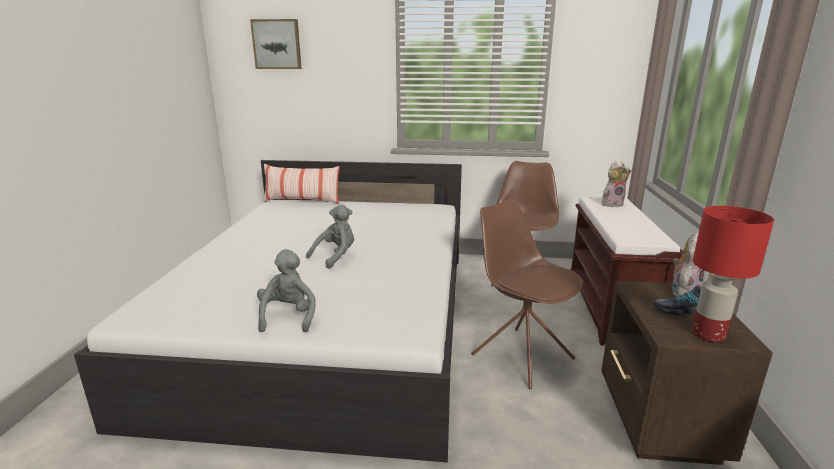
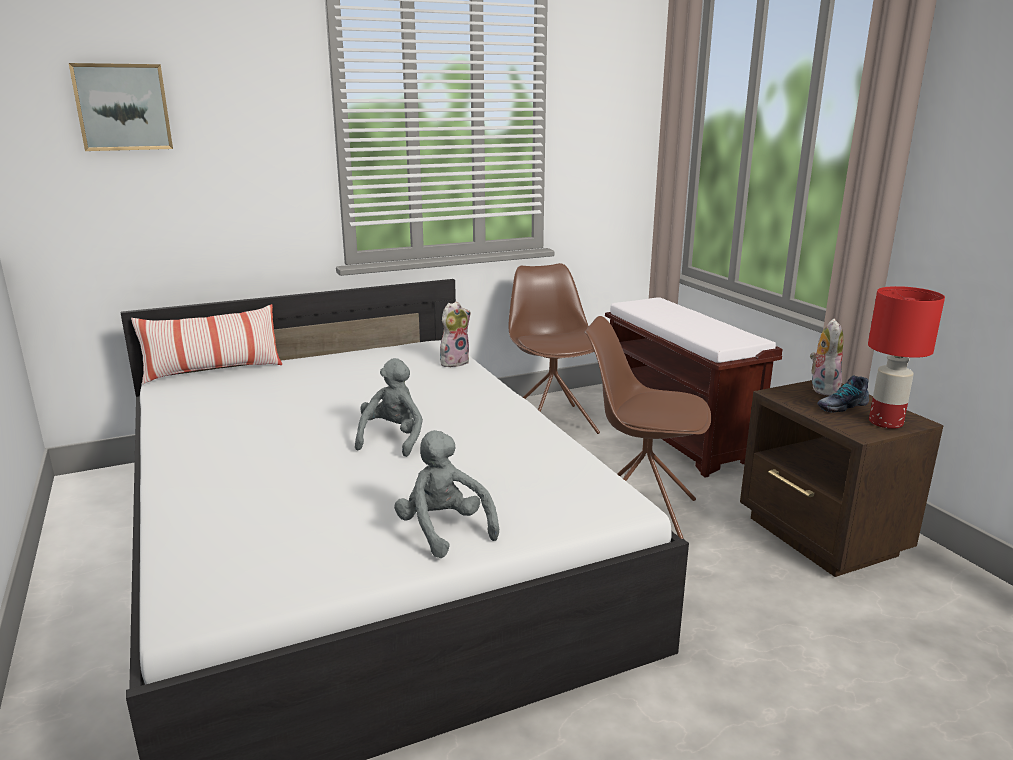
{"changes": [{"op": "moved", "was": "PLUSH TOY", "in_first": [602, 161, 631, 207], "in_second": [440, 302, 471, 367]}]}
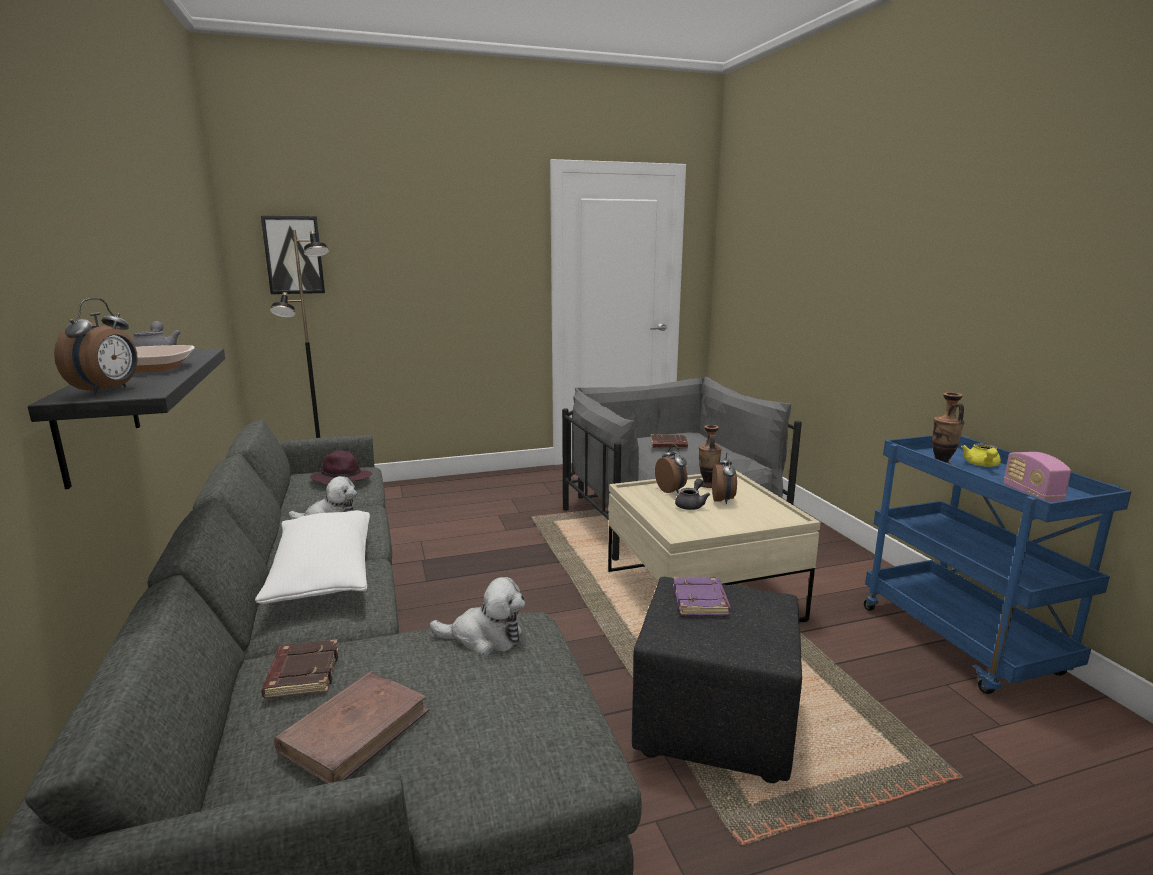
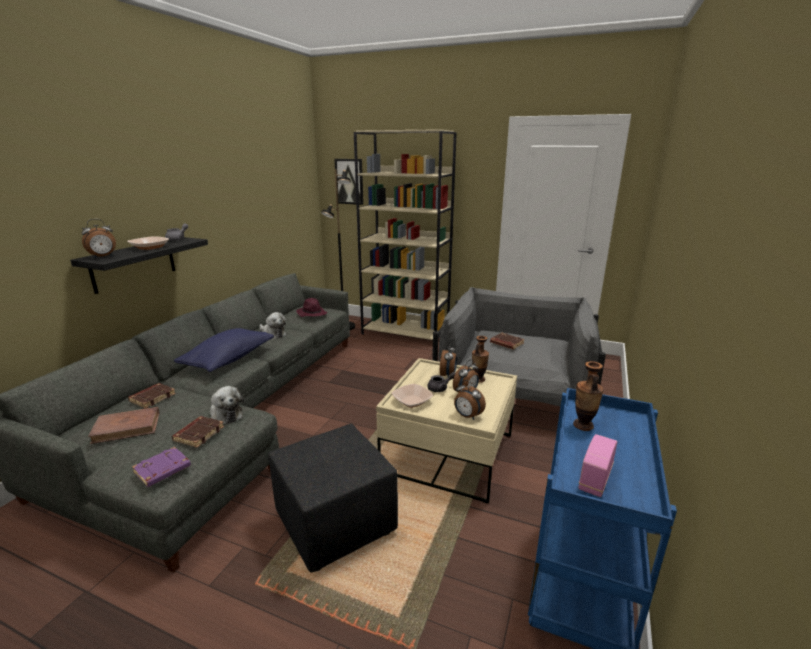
{"changes": [{"op": "recoloured", "was": "WHITE-COLOURED THROW PILLOW", "now": "BLUE THROW PILLOW", "in_first": [255, 510, 370, 604], "in_second": [174, 328, 274, 372]}, {"op": "moved", "was": "PURPLE BOOK", "in_first": [673, 577, 731, 615], "in_second": [132, 447, 191, 487]}, {"op": "removed", "was": "YELLOW-COLOURED POT FOR TEA", "in_first": [961, 443, 1001, 467]}, {"op": "added", "now": "BROWNISH BOOK", "in_second": [172, 416, 224, 448]}, {"op": "added", "now": "SAND-COLOURED BOOKCASE", "in_second": [354, 129, 457, 340]}, {"op": "added", "now": "DEEP DISH", "in_second": [392, 384, 433, 408]}, {"op": "added", "now": "BEDSIDE CLOCK", "in_second": [454, 380, 486, 420]}]}
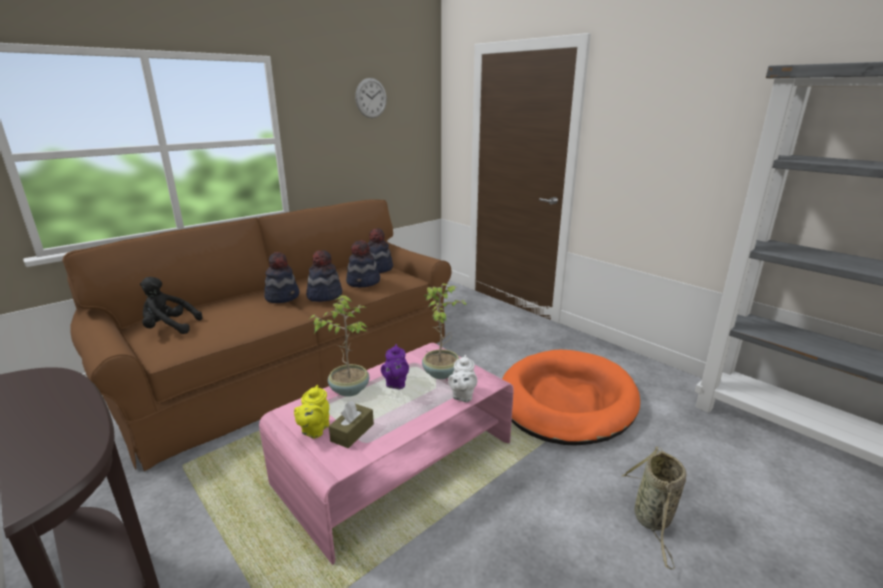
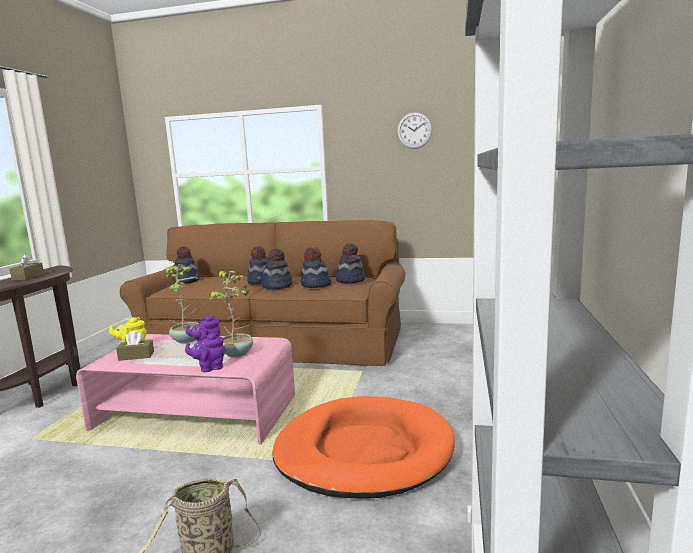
{"changes": [{"op": "replaced", "was": "BLACK-COLOURED PLUSH TOY", "now": "HAT", "in_first": [140, 277, 202, 334], "in_second": [173, 246, 200, 284]}, {"op": "recoloured", "was": "WHITE-COLOURED POT FOR TEA", "now": "PURPLE POT FOR TEA", "in_first": [448, 355, 477, 402], "in_second": [185, 333, 225, 372]}, {"op": "added", "now": "BROWNISH TISSUE BOX", "in_second": [10, 254, 44, 281]}]}
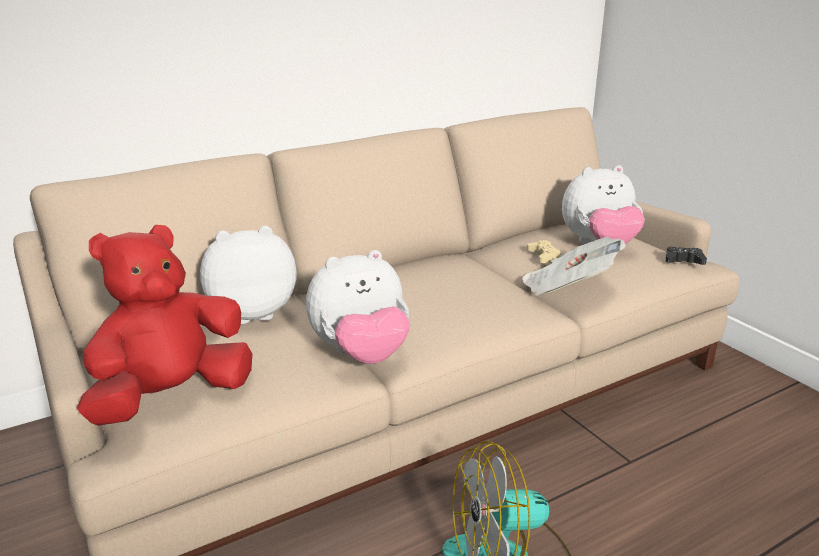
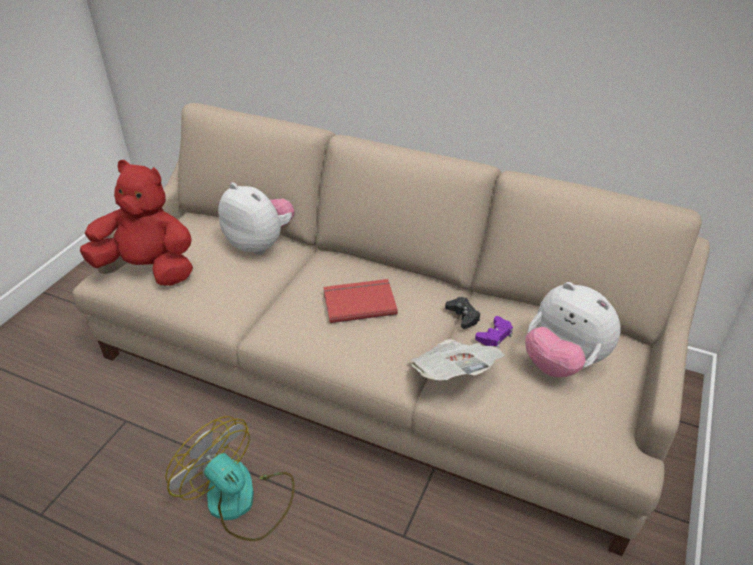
{"changes": [{"op": "removed", "was": "PLUSH TOY", "in_first": [306, 250, 410, 364]}, {"op": "recoloured", "was": "SAND-COLOURED GAMEPAD", "now": "PURPLE GAMEPAD", "in_first": [527, 240, 560, 263], "in_second": [475, 316, 513, 348]}, {"op": "moved", "was": "BLACK-COLOURED GAMEPAD", "in_first": [666, 246, 707, 265], "in_second": [445, 297, 480, 329]}, {"op": "added", "now": "RED BOOK", "in_second": [323, 279, 398, 323]}]}
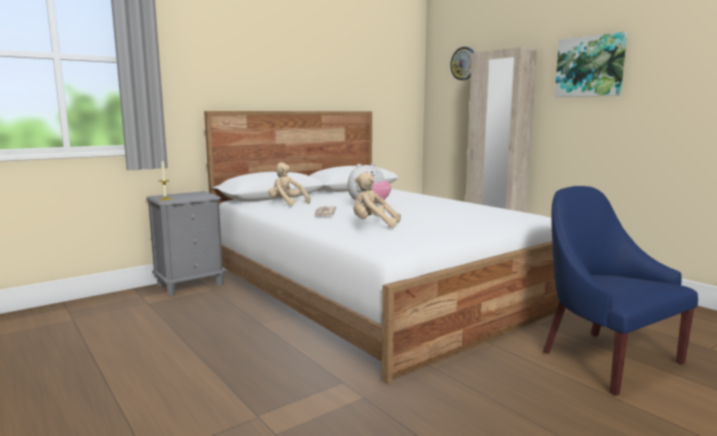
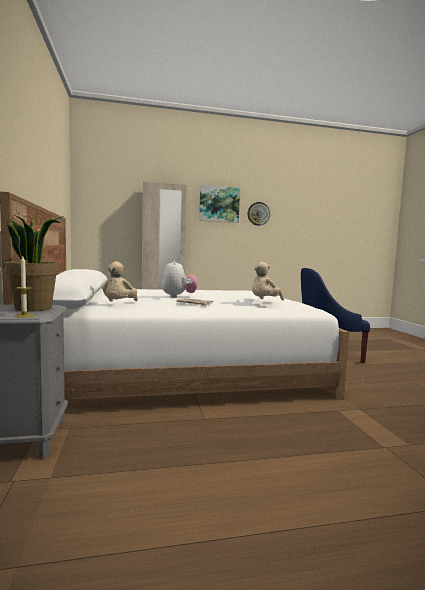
{"changes": [{"op": "turned", "was": "SAND-COLOURED PLUSH TOY", "in_first": [268, 162, 310, 206], "in_second": [102, 261, 138, 302], "clockwise": -60}, {"op": "moved", "was": "WALL CLOCK", "in_first": [450, 47, 474, 80], "in_second": [248, 202, 270, 226]}, {"op": "added", "now": "POTTED PLANT", "in_second": [5, 212, 64, 311]}]}
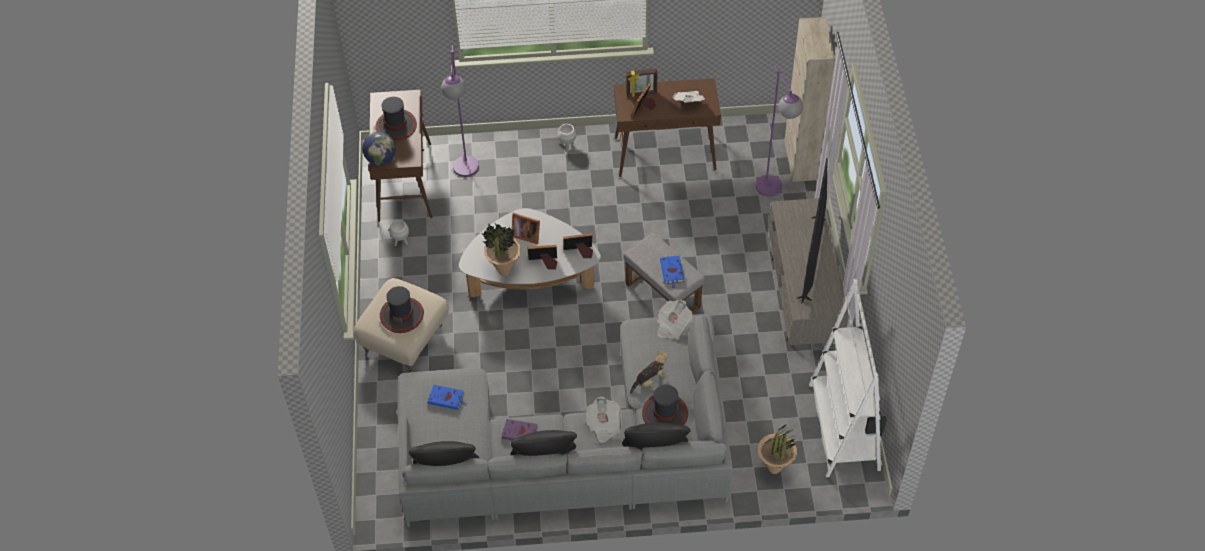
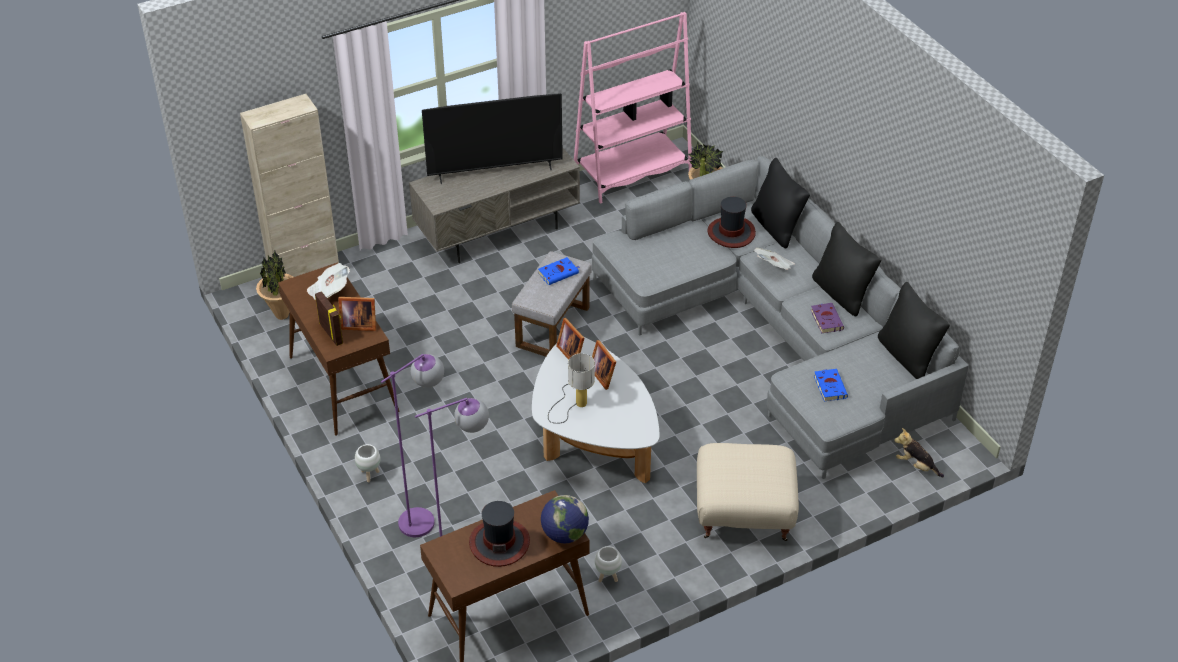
{"changes": [{"op": "removed", "was": "HAT", "in_first": [380, 286, 424, 333]}, {"op": "moved", "was": "POTTED PLANT", "in_first": [482, 224, 521, 276], "in_second": [256, 251, 293, 320]}, {"op": "replaced", "was": "PICTURE FRAME", "now": "LAMP FOR A TABLE", "in_first": [512, 213, 540, 244], "in_second": [548, 353, 595, 424]}, {"op": "moved", "was": "PLUSH TOY", "in_first": [630, 351, 668, 394], "in_second": [894, 428, 944, 477]}, {"op": "removed", "was": "DAILY PAPER", "in_first": [657, 300, 693, 340]}, {"op": "moved", "was": "PURPLE FLOOR LAMP", "in_first": [756, 65, 803, 197], "in_second": [381, 354, 444, 537]}, {"op": "recoloured", "was": "WHITE-COLOURED BOOKCASE", "now": "PINKISH BOOKCASE", "in_first": [809, 279, 887, 477], "in_second": [574, 12, 692, 204]}]}
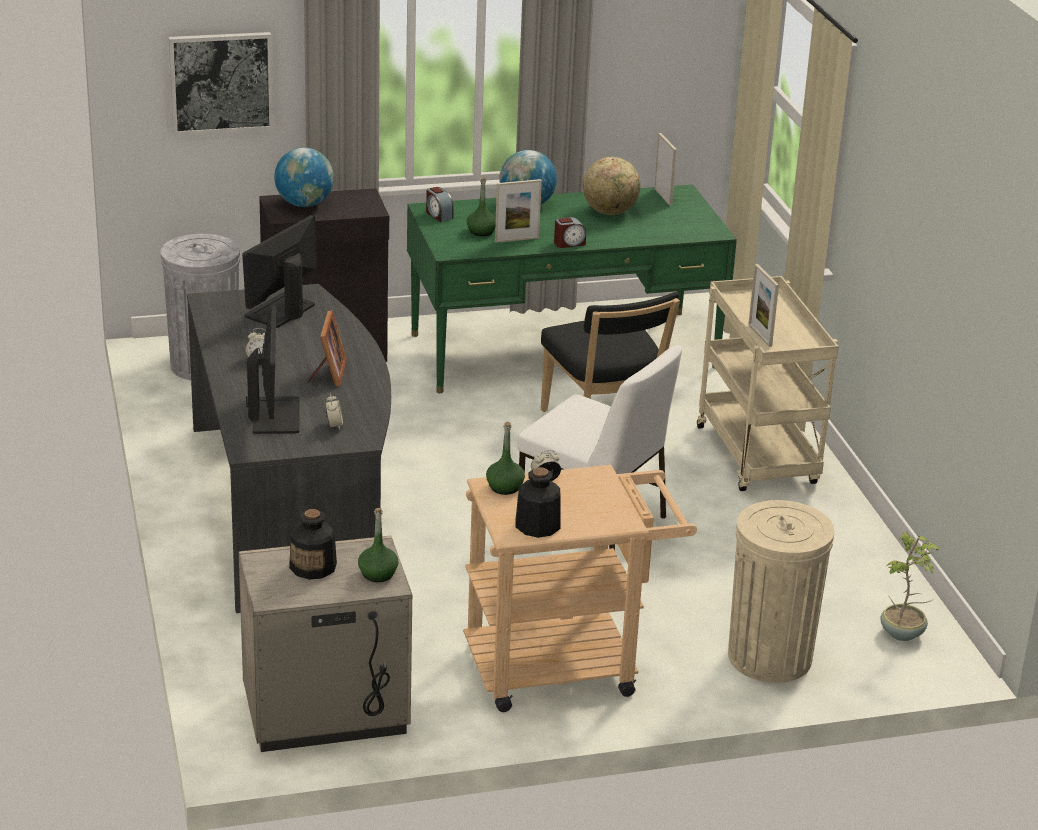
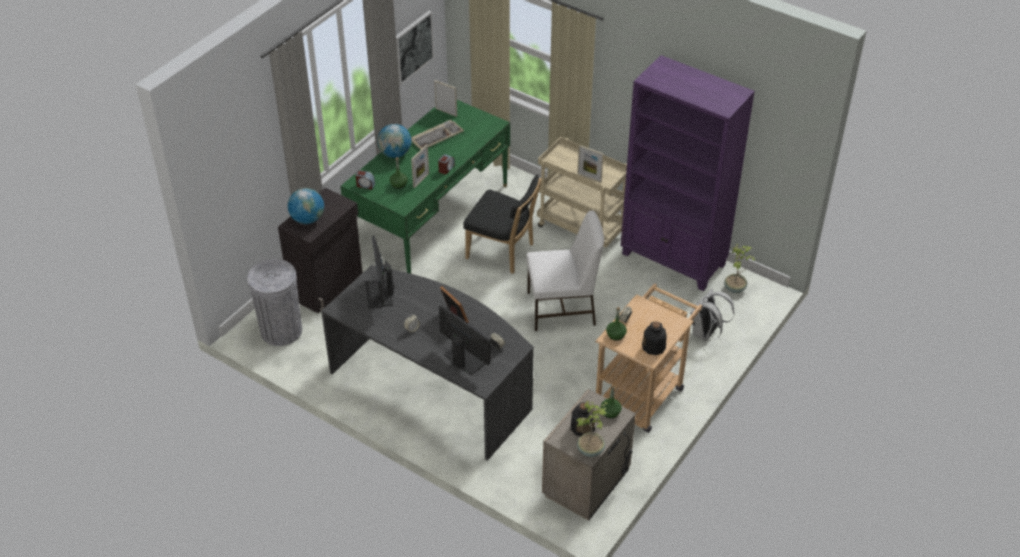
{"changes": [{"op": "moved", "was": "WALL PICTURE", "in_first": [169, 32, 273, 135], "in_second": [396, 11, 434, 85]}, {"op": "replaced", "was": "WORLD GLOBE", "now": "KEYBOARD", "in_first": [583, 157, 641, 215], "in_second": [411, 120, 464, 150]}, {"op": "replaced", "was": "SAND-COLOURED RUBBISH BIN", "now": "WHITE-COLOURED RUCKSACK", "in_first": [728, 500, 835, 683], "in_second": [690, 289, 735, 341]}, {"op": "added", "now": "POTTED PLANT", "in_second": [576, 401, 608, 457]}, {"op": "added", "now": "PURPLE BOOKCASE", "in_second": [621, 55, 755, 291]}]}
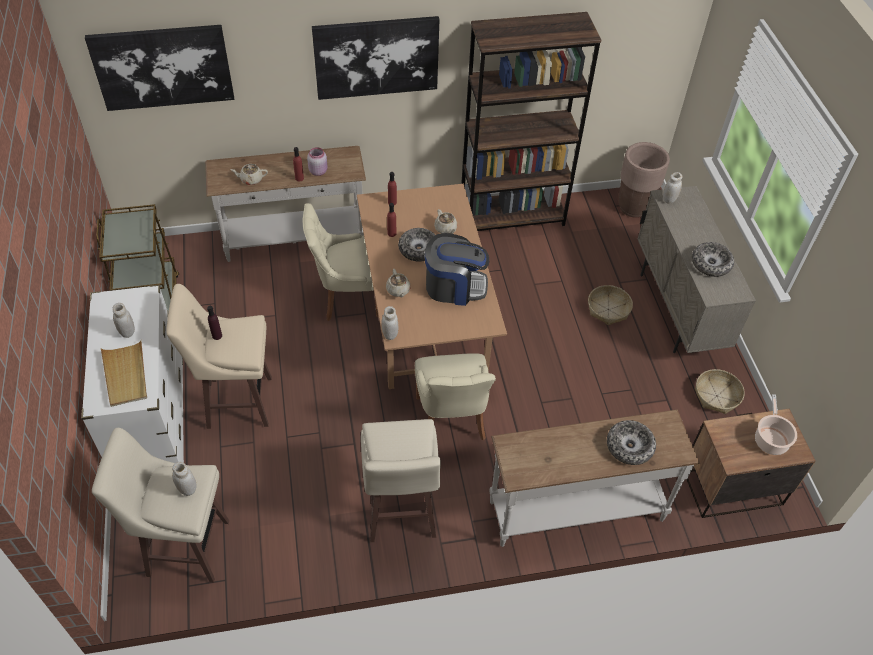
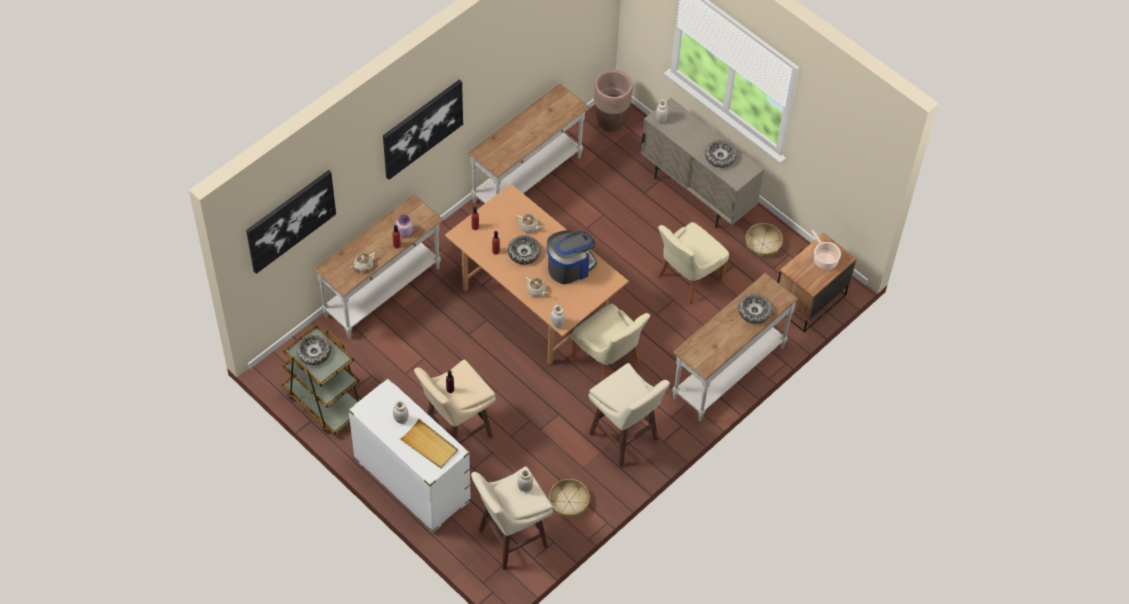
{"changes": [{"op": "moved", "was": "SAND-COLOURED PLAIN CHAIR", "in_first": [303, 203, 379, 321], "in_second": [658, 222, 729, 304]}, {"op": "replaced", "was": "BROWNISH BOOKCASE", "now": "WHITE-COLOURED NARROW TABLE", "in_first": [461, 12, 601, 231], "in_second": [468, 84, 590, 204]}, {"op": "moved", "was": "BASKET", "in_first": [588, 285, 633, 325], "in_second": [549, 479, 590, 517]}, {"op": "added", "now": "DEEP DISH", "in_second": [296, 334, 331, 365]}]}
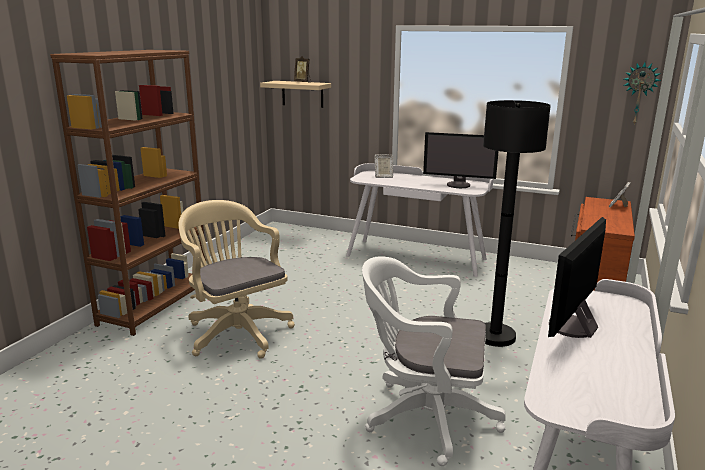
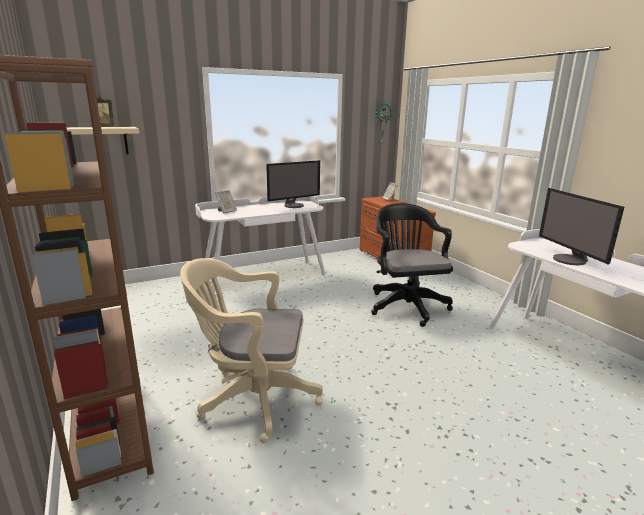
{"changes": [{"op": "removed", "was": "WHITE-COLOURED OFFICE CHAIR", "in_first": [362, 256, 506, 466]}, {"op": "replaced", "was": "BLACK-COLOURED FLOOR LAMP", "now": "BLACK-COLOURED OFFICE CHAIR", "in_first": [483, 100, 551, 347], "in_second": [371, 203, 453, 327]}]}
